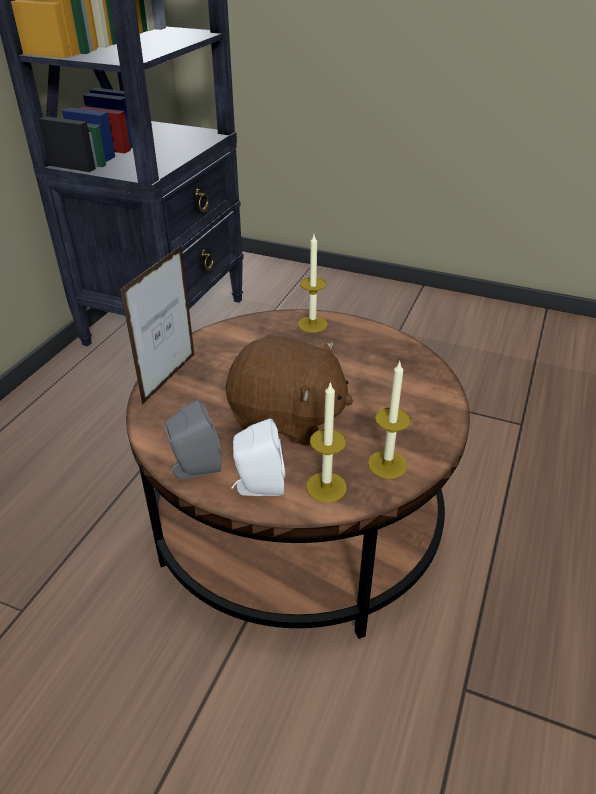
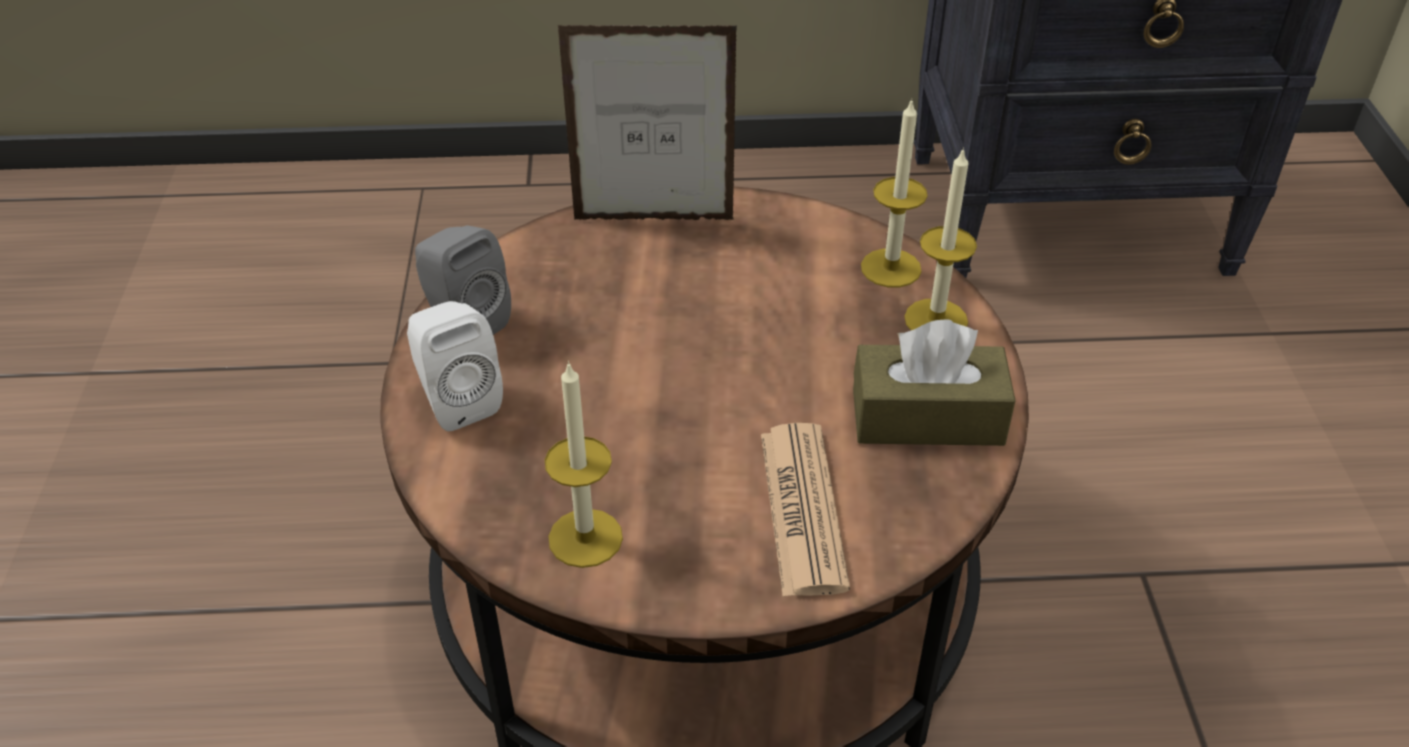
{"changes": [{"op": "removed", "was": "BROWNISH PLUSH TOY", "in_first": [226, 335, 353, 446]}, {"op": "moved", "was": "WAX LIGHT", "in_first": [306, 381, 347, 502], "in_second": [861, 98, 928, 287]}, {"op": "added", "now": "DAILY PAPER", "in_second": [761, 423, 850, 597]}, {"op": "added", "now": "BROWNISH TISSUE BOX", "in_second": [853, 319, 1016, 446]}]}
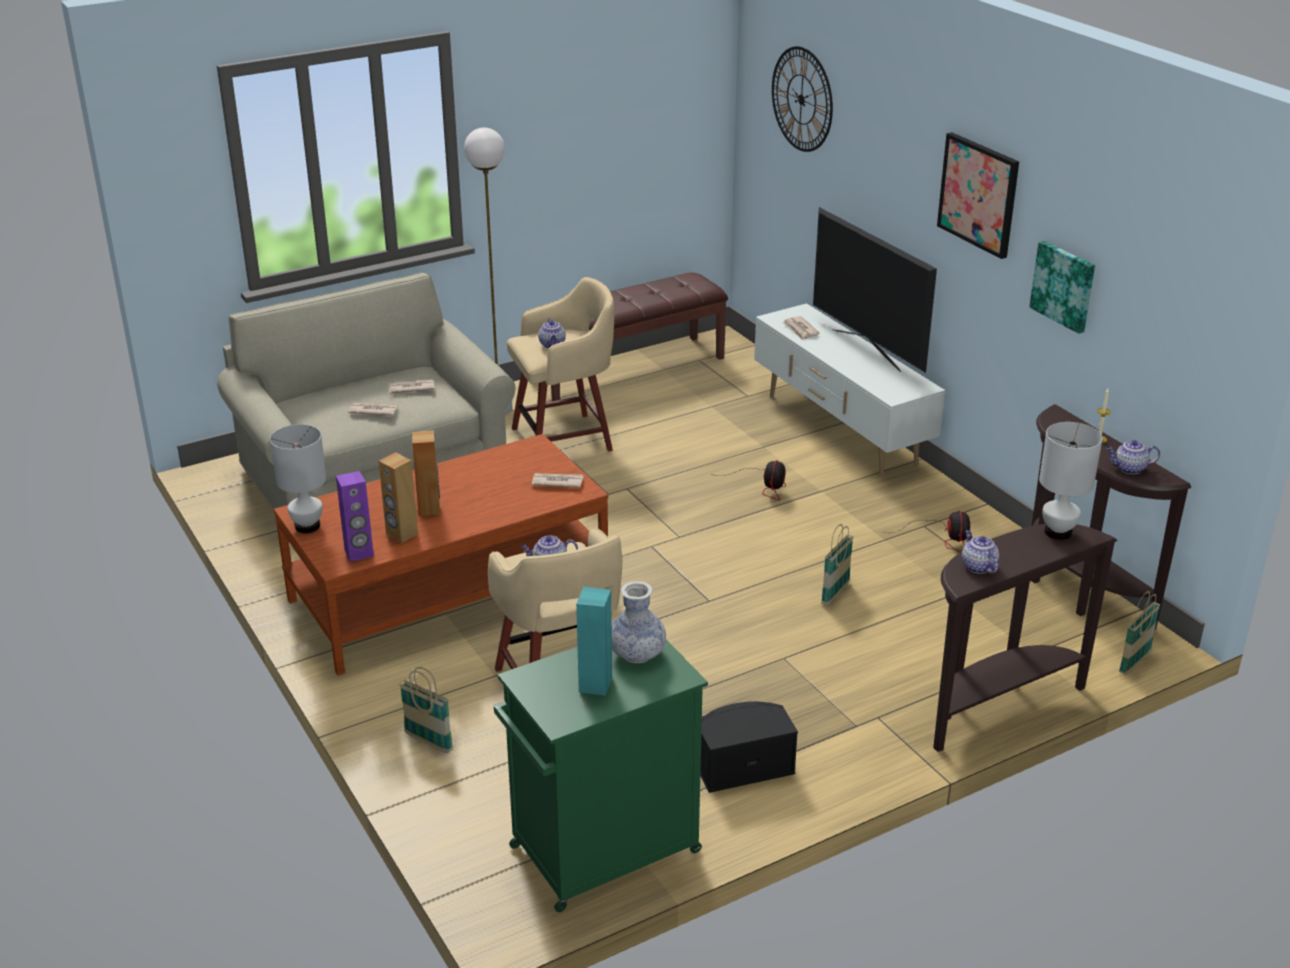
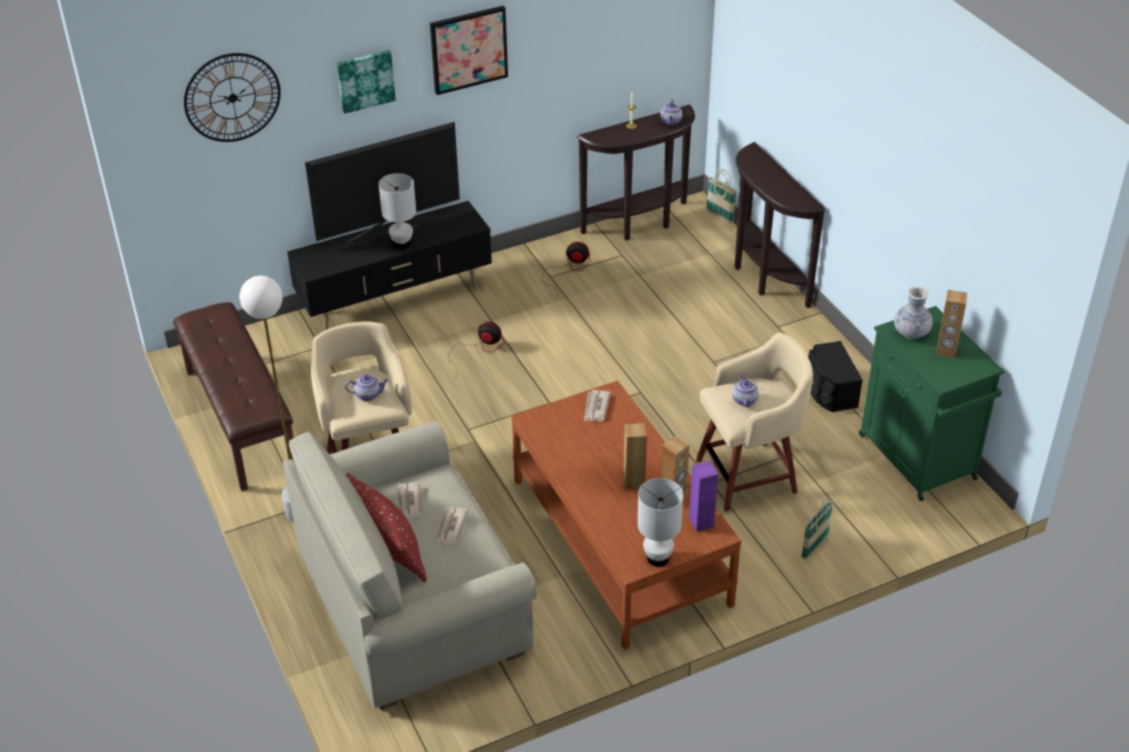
{"changes": [{"op": "recoloured", "was": "BLUE-GREEN SPEAKER", "now": "BROWNISH SPEAKER", "in_first": [576, 586, 612, 696], "in_second": [936, 290, 967, 358]}, {"op": "recoloured", "was": "WHITE-COLOURED MEDIA CONSOLE", "now": "BLACK-COLOURED MEDIA CONSOLE", "in_first": [754, 303, 945, 477], "in_second": [287, 201, 492, 331]}, {"op": "removed", "was": "DAILY PAPER", "in_first": [782, 316, 820, 340]}, {"op": "removed", "was": "BASKET", "in_first": [821, 524, 854, 606]}, {"op": "removed", "was": "POT FOR TEA", "in_first": [962, 530, 999, 574]}, {"op": "moved", "was": "WALL PICTURE", "in_first": [1029, 241, 1095, 334], "in_second": [337, 50, 396, 114]}, {"op": "moved", "was": "WHITE-COLOURED LAMP FOR A TABLE", "in_first": [1039, 422, 1103, 540], "in_second": [378, 173, 416, 249]}, {"op": "added", "now": "RED THROW PILLOW", "in_second": [346, 473, 427, 582]}]}
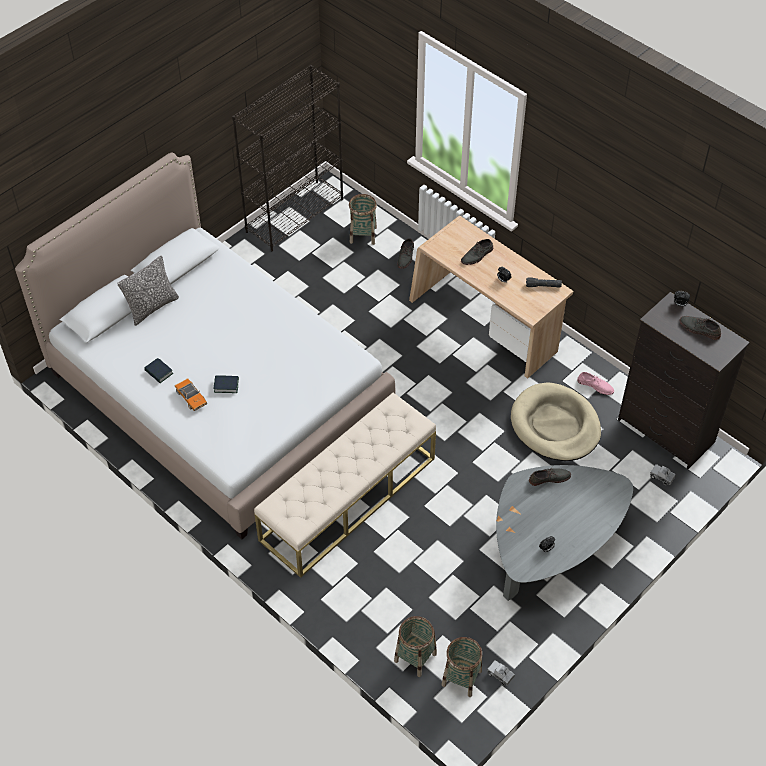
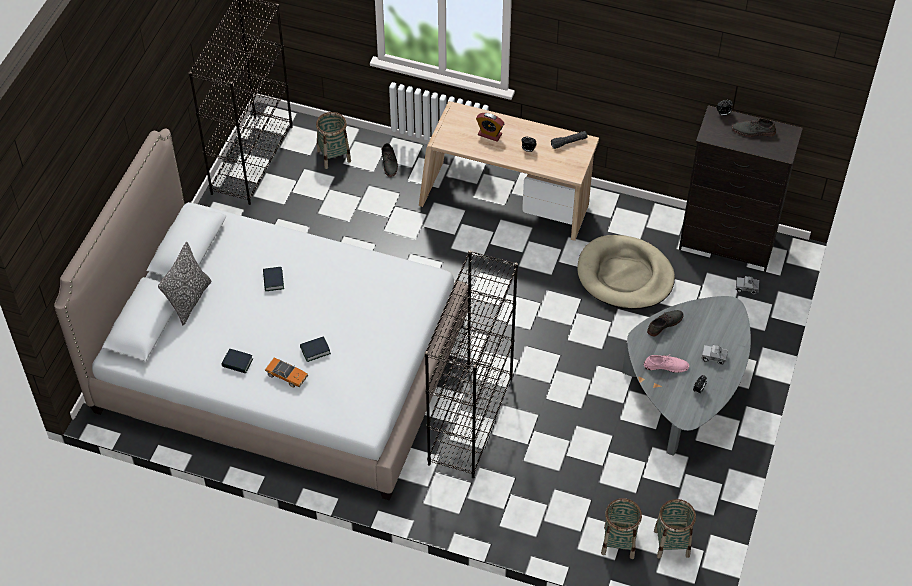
{"changes": [{"op": "replaced", "was": "SAND-COLOURED LONG SEAT", "now": "BLACK-COLOURED BOOKCASE", "in_first": [254, 393, 436, 578], "in_second": [425, 250, 518, 478]}, {"op": "replaced", "was": "GREYISH LOW SHOE", "now": "BEDSIDE CLOCK", "in_first": [461, 239, 493, 265], "in_second": [476, 113, 504, 142]}, {"op": "moved", "was": "MODEL TRUCK", "in_first": [487, 660, 515, 686], "in_second": [702, 345, 728, 365]}, {"op": "moved", "was": "PINKISH LOW SHOE", "in_first": [577, 372, 614, 395], "in_second": [644, 354, 689, 373]}, {"op": "added", "now": "BOOK", "in_second": [263, 267, 284, 291]}]}
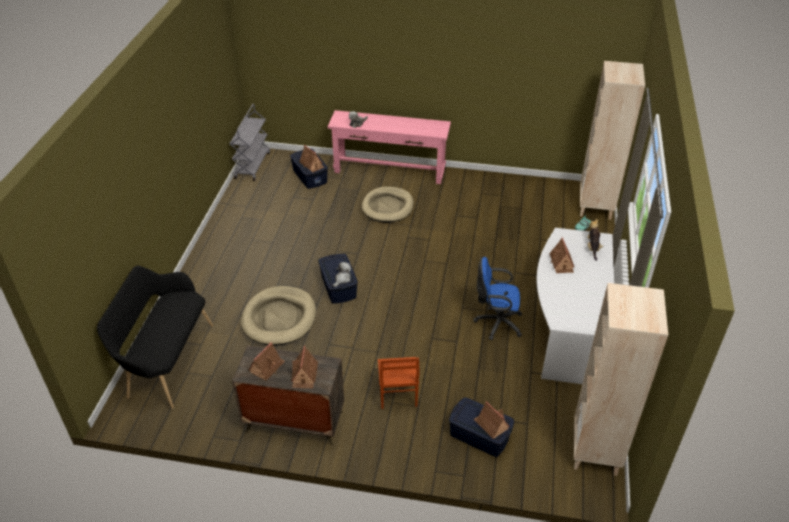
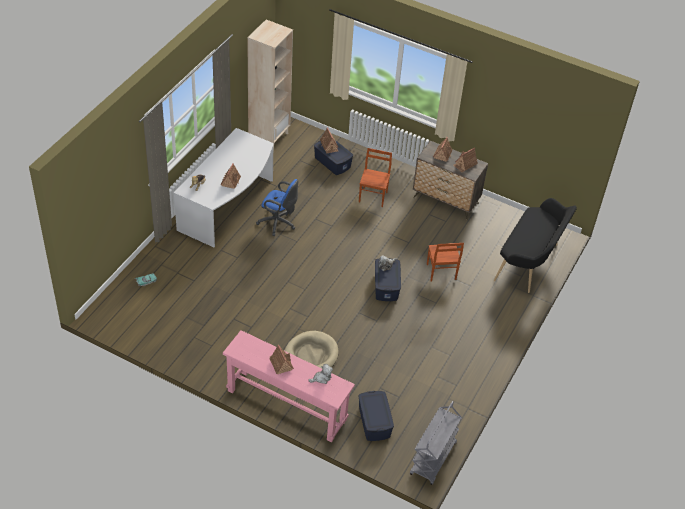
{"changes": [{"op": "replaced", "was": "SAND-COLOURED DOG CUSHION", "now": "BROWNISH PLAIN CHAIR", "in_first": [241, 286, 316, 346], "in_second": [427, 243, 464, 281]}, {"op": "moved", "was": "TOY HOUSE", "in_first": [299, 145, 324, 172], "in_second": [270, 345, 294, 374]}, {"op": "removed", "was": "SAND-COLOURED BOOKCASE", "in_first": [580, 61, 645, 220]}]}
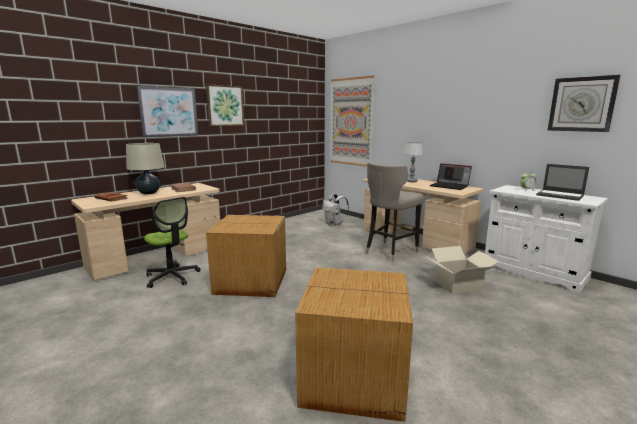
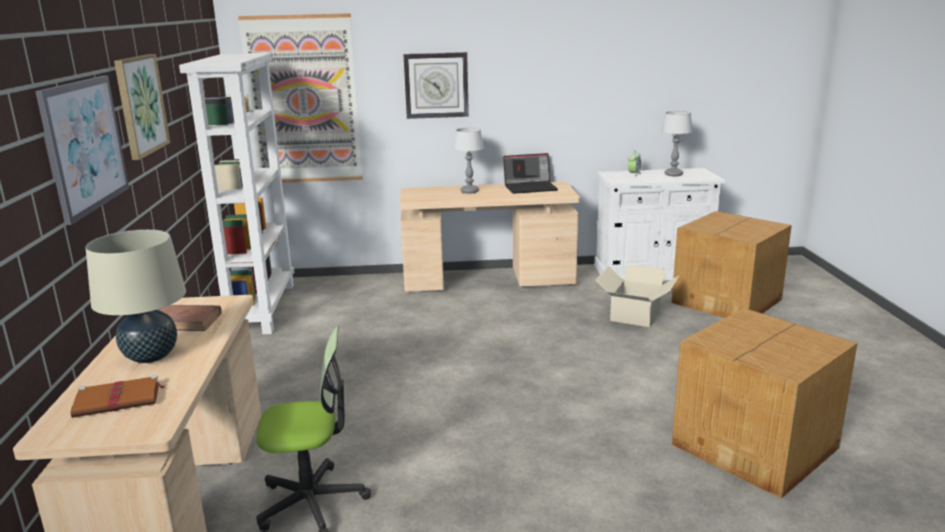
{"changes": [{"op": "moved", "was": "CARTON", "in_first": [206, 215, 286, 297], "in_second": [672, 211, 792, 318]}, {"op": "removed", "was": "WHITE-COLOURED RUCKSACK", "in_first": [322, 194, 349, 226]}, {"op": "removed", "was": "GREYISH SITTING STOOL", "in_first": [366, 161, 424, 262]}, {"op": "replaced", "was": "LAPTOP", "now": "LAMP FOR A TABLE", "in_first": [536, 164, 589, 201], "in_second": [661, 111, 693, 176]}, {"op": "moved", "was": "WALL CLOCK", "in_first": [547, 75, 620, 132], "in_second": [403, 52, 469, 119]}, {"op": "added", "now": "WHITE-COLOURED BOOKCASE", "in_second": [179, 53, 294, 335]}]}
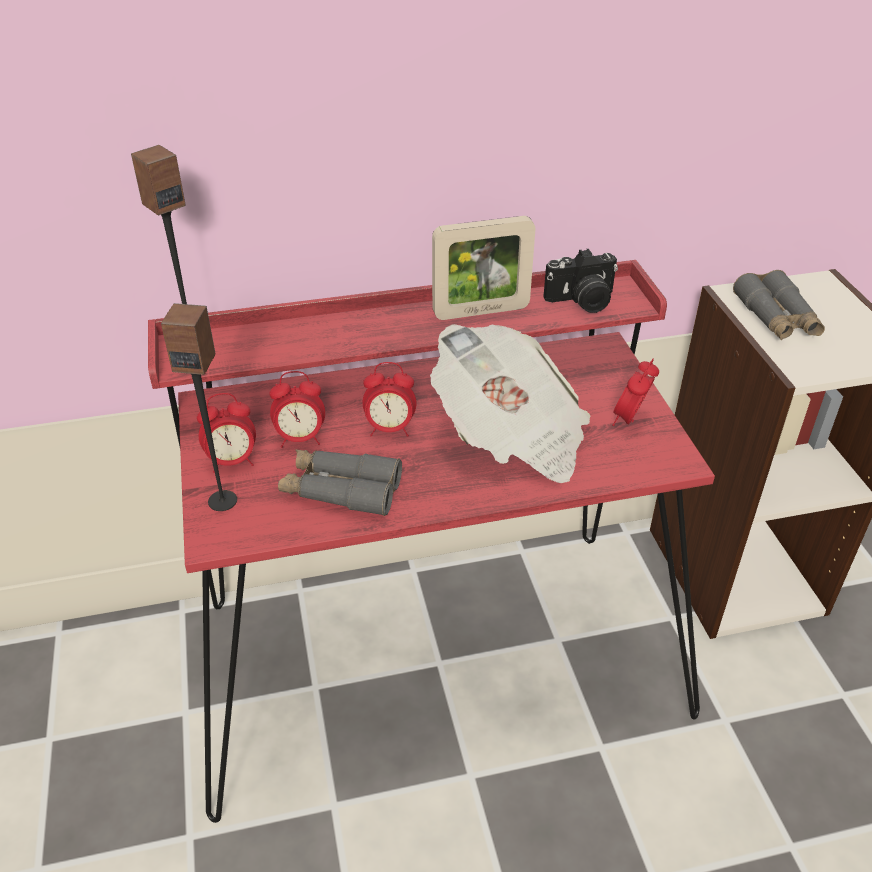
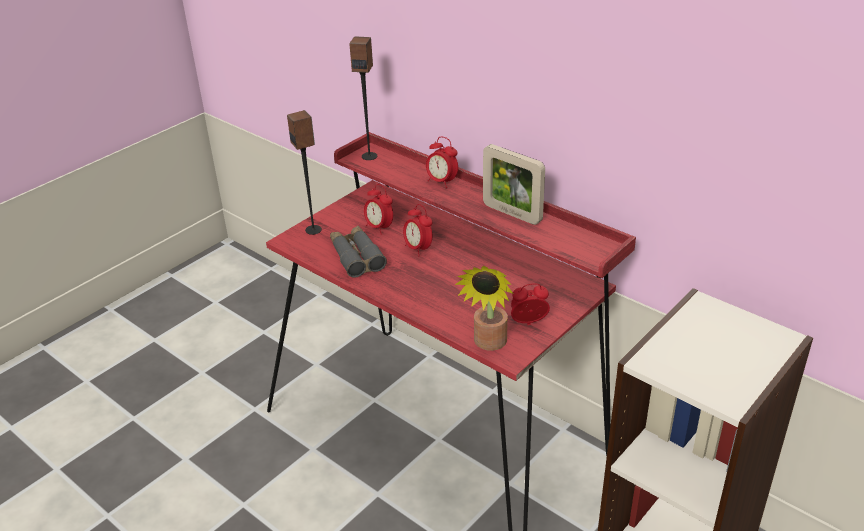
{"changes": [{"op": "moved", "was": "BEDSIDE CLOCK", "in_first": [197, 393, 256, 473], "in_second": [426, 136, 458, 188]}, {"op": "removed", "was": "DAILY PAPER", "in_first": [430, 324, 591, 483]}, {"op": "removed", "was": "STILL CAMERA", "in_first": [543, 249, 618, 313]}, {"op": "removed", "was": "GREYISH BINOCULARS", "in_first": [733, 270, 825, 340]}, {"op": "added", "now": "POTTED PLANT", "in_second": [455, 266, 513, 351]}]}
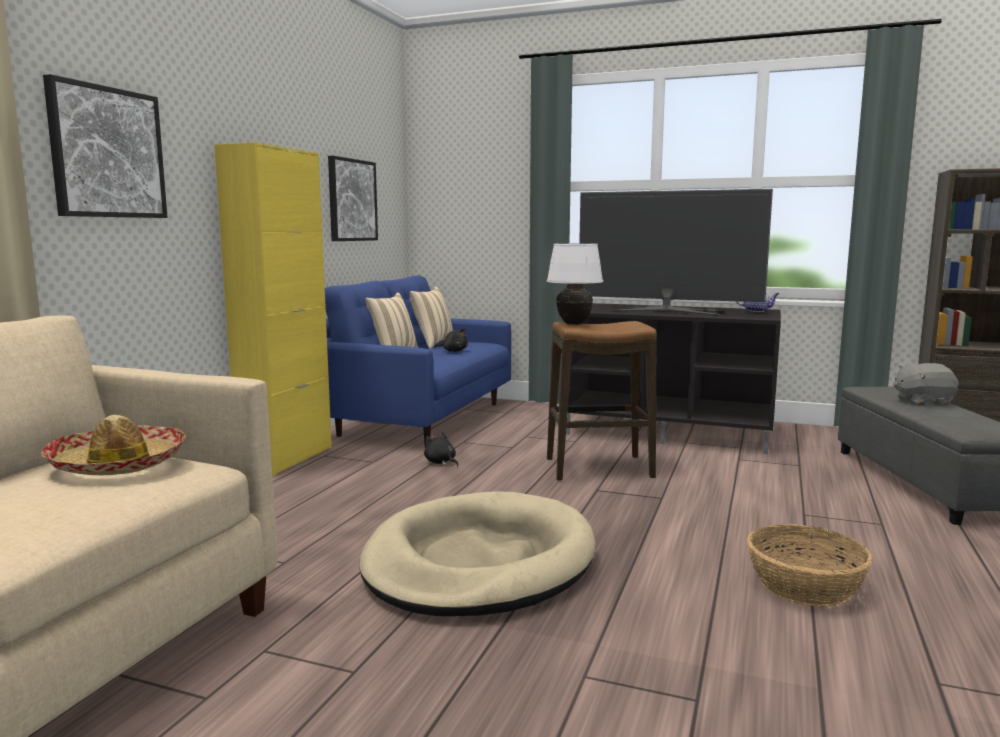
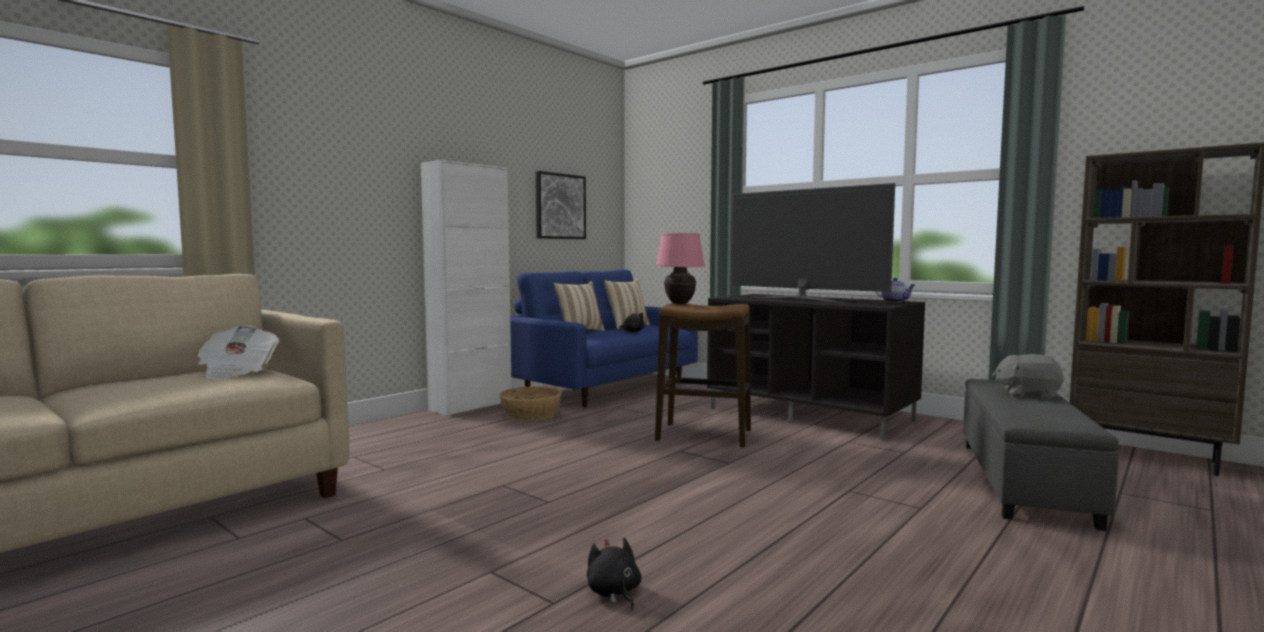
{"changes": [{"op": "replaced", "was": "HAT", "now": "DAILY PAPER", "in_first": [41, 415, 186, 475], "in_second": [196, 325, 279, 379]}, {"op": "removed", "was": "WALL PICTURE", "in_first": [43, 74, 168, 218]}, {"op": "recoloured", "was": "YELLOW-COLOURED CABINET", "now": "WHITE-COLOURED CABINET", "in_first": [214, 142, 332, 476], "in_second": [421, 160, 512, 416]}, {"op": "removed", "was": "SAND-COLOURED DOG CUSHION", "in_first": [359, 491, 595, 616]}, {"op": "moved", "was": "BLACK-COLOURED PLUSH TOY", "in_first": [424, 432, 458, 466], "in_second": [587, 538, 642, 610]}, {"op": "recoloured", "was": "WHITE-COLOURED LAMP FOR A TABLE", "now": "PINKISH LAMP FOR A TABLE", "in_first": [547, 243, 603, 325], "in_second": [656, 233, 705, 304]}, {"op": "moved", "was": "BASKET", "in_first": [747, 524, 873, 607], "in_second": [499, 386, 562, 421]}]}
